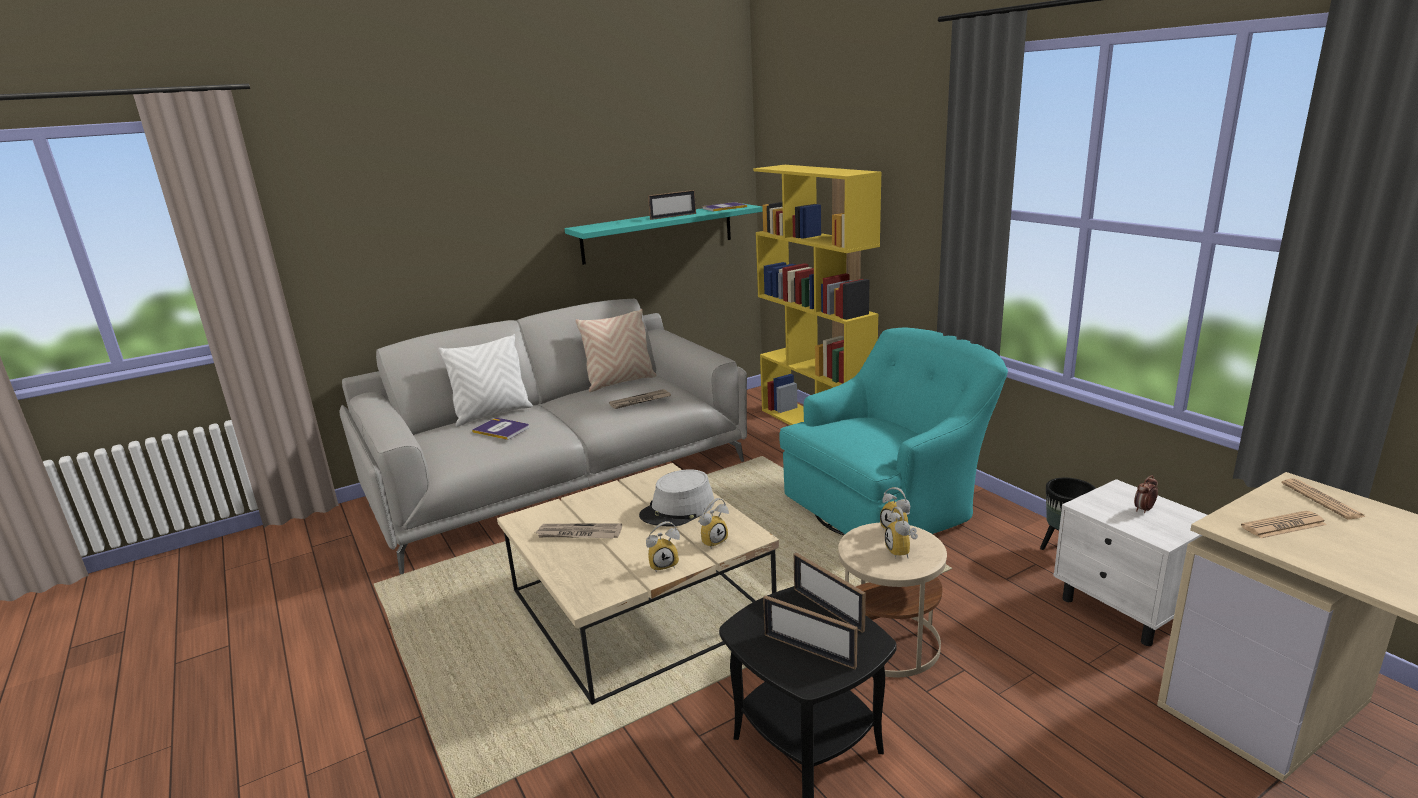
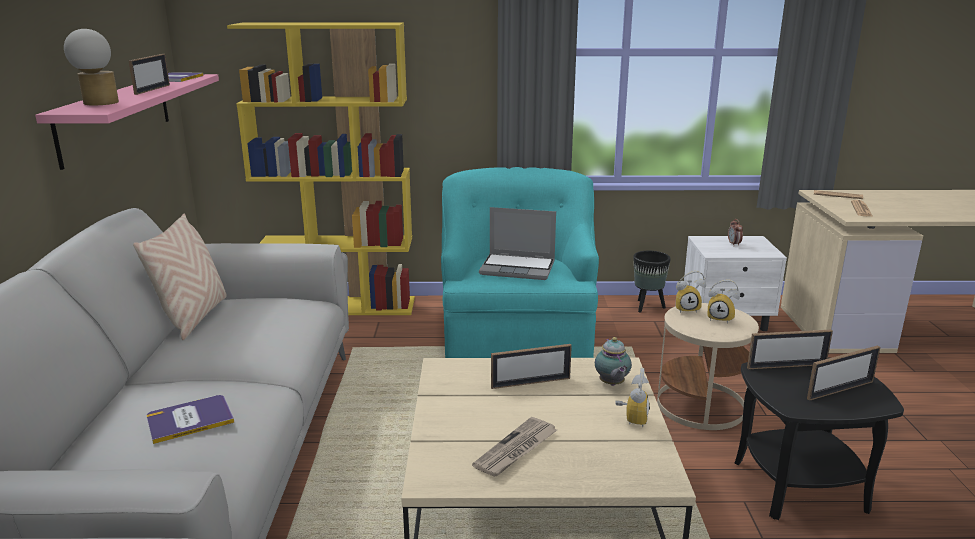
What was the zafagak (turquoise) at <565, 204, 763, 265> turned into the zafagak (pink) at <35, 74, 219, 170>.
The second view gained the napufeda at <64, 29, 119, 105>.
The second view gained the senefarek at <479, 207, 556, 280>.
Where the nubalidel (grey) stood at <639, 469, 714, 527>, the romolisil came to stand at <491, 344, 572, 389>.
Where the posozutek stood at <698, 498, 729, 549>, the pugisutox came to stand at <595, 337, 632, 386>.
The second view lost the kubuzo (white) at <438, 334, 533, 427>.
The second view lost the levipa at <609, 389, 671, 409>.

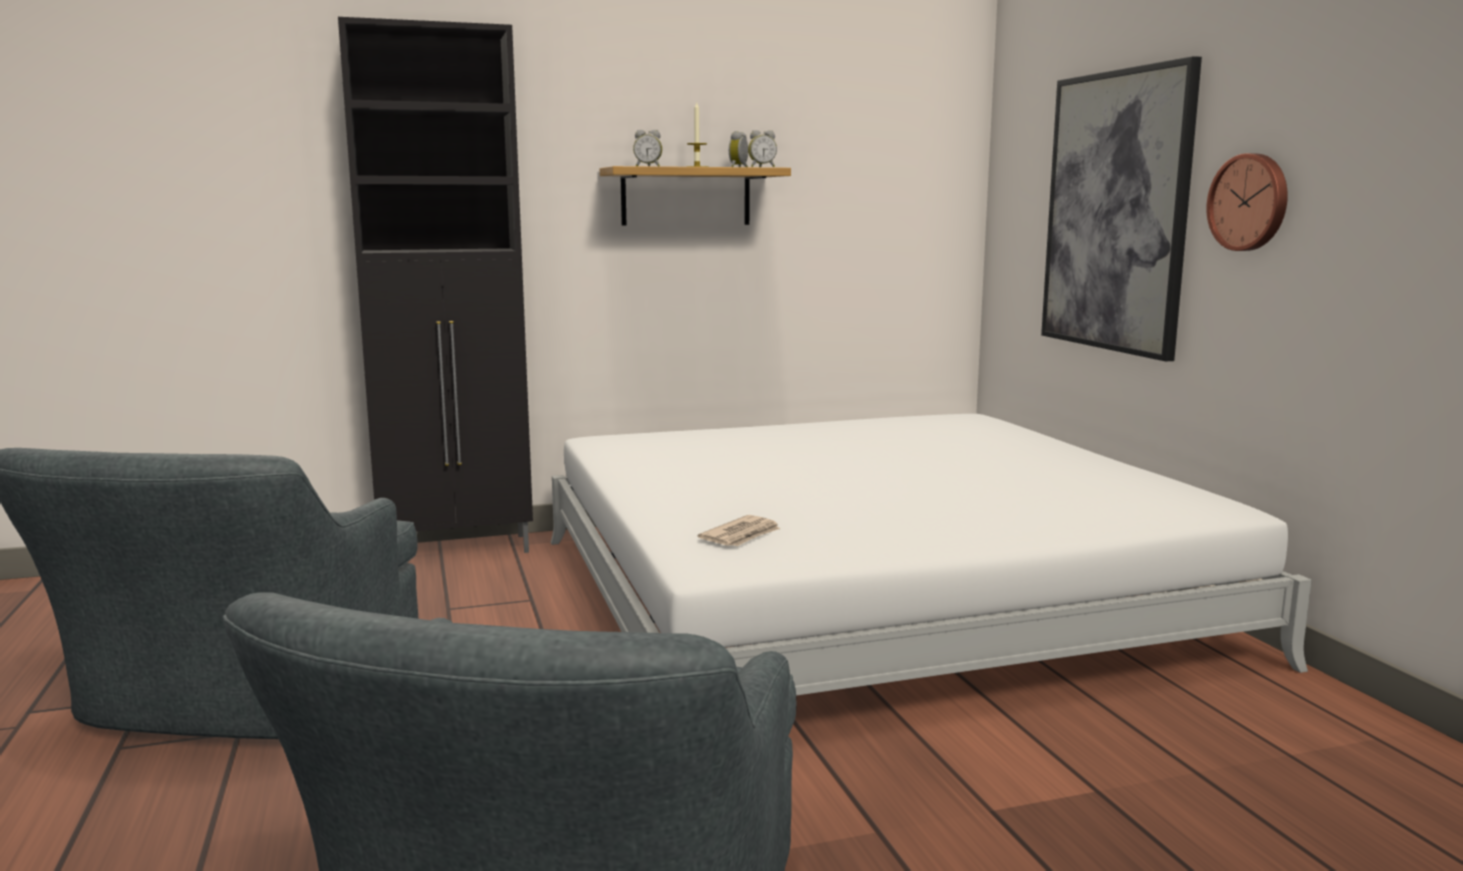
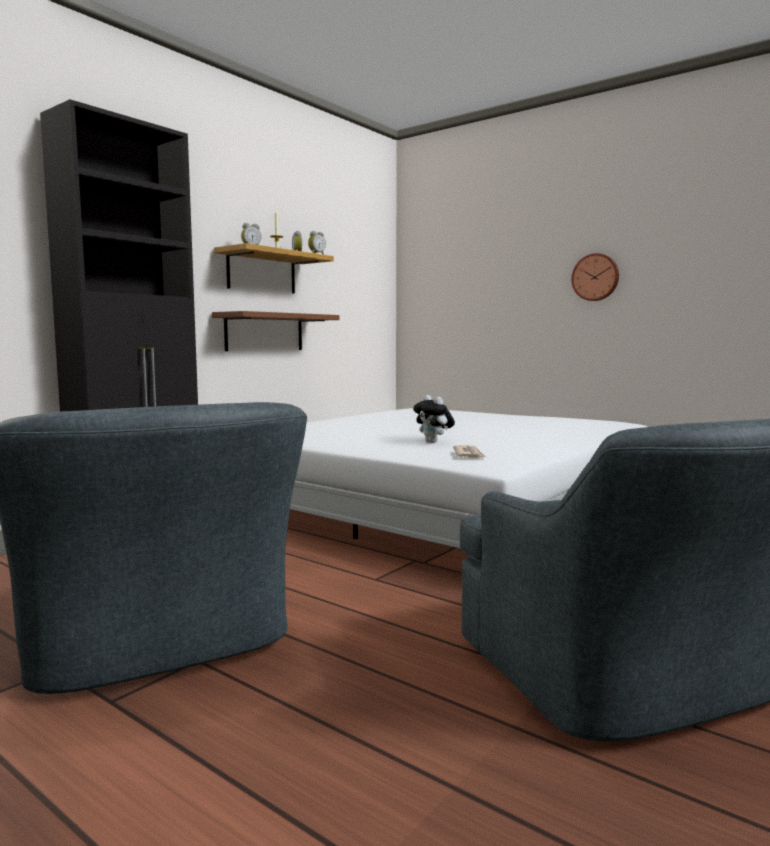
The second view gained the zafagak (brown) at <212, 311, 340, 351>.
The second view gained the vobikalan at <413, 395, 455, 443>.
The second view lost the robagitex at <1041, 56, 1202, 361>.

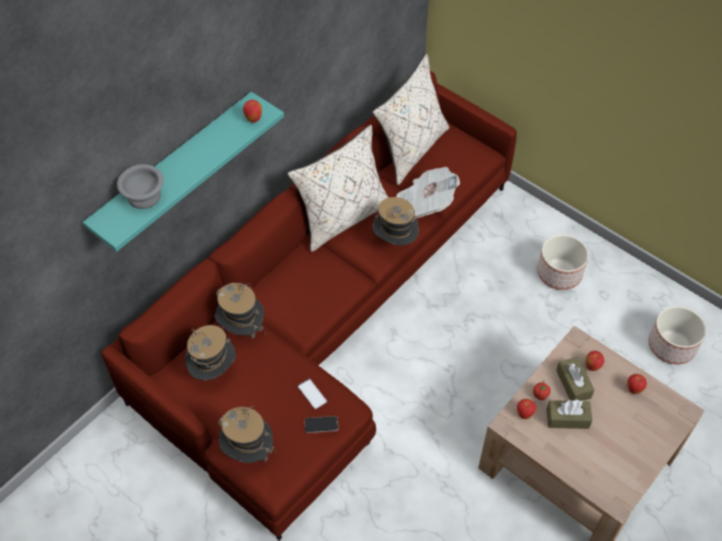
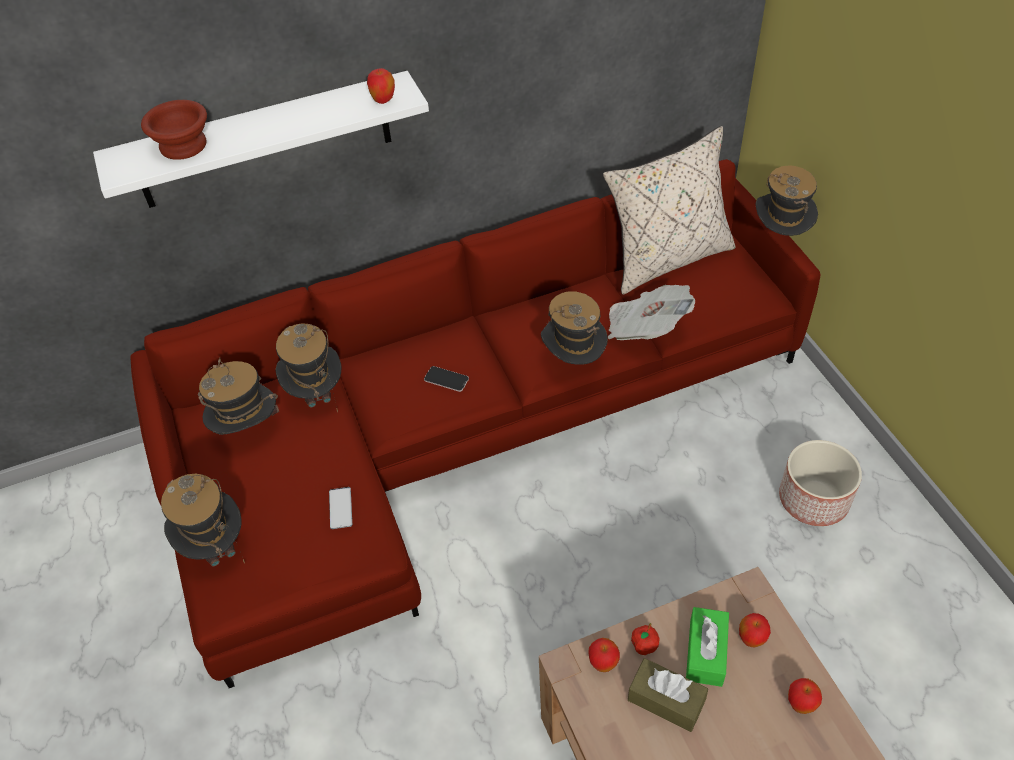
What was the zafagak (turquoise) at <83, 92, 284, 252> turned into the zafagak (white) at <93, 71, 429, 208>.
What was the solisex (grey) at <117, 164, 164, 209> turned into the solisex (brown) at <141, 100, 207, 160>.
The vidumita ended up elsewhere, having gone from <305, 416, 338, 433> to <424, 366, 469, 392>.
What was the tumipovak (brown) at <556, 357, 594, 401> turned into the tumipovak (green) at <686, 607, 729, 687>.
The second view gained the nubalidel at <755, 165, 818, 236>.
The second view lost the kubuzo (beige) at <287, 125, 389, 252>.
The second view lost the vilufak at <649, 306, 706, 365>.

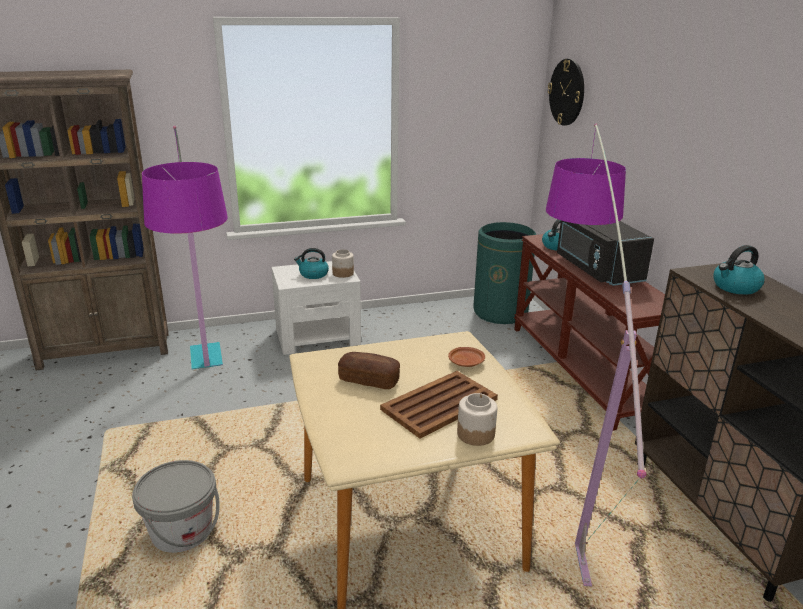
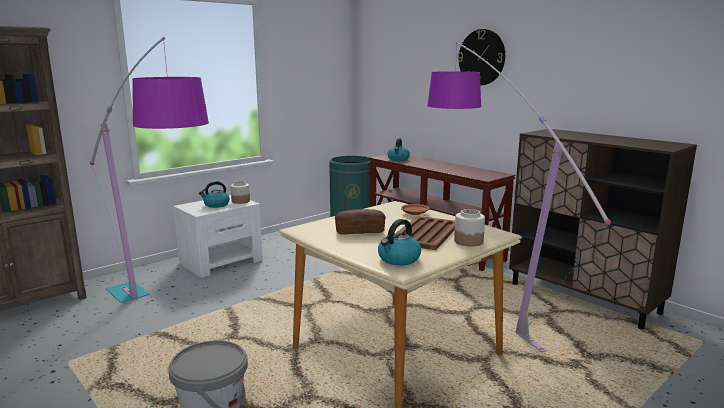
The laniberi ended up elsewhere, having gone from <713, 245, 765, 295> to <378, 219, 421, 265>.
The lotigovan ended up elsewhere, having gone from <548, 59, 584, 126> to <458, 29, 505, 86>.
The second view lost the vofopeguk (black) at <557, 220, 654, 286>.

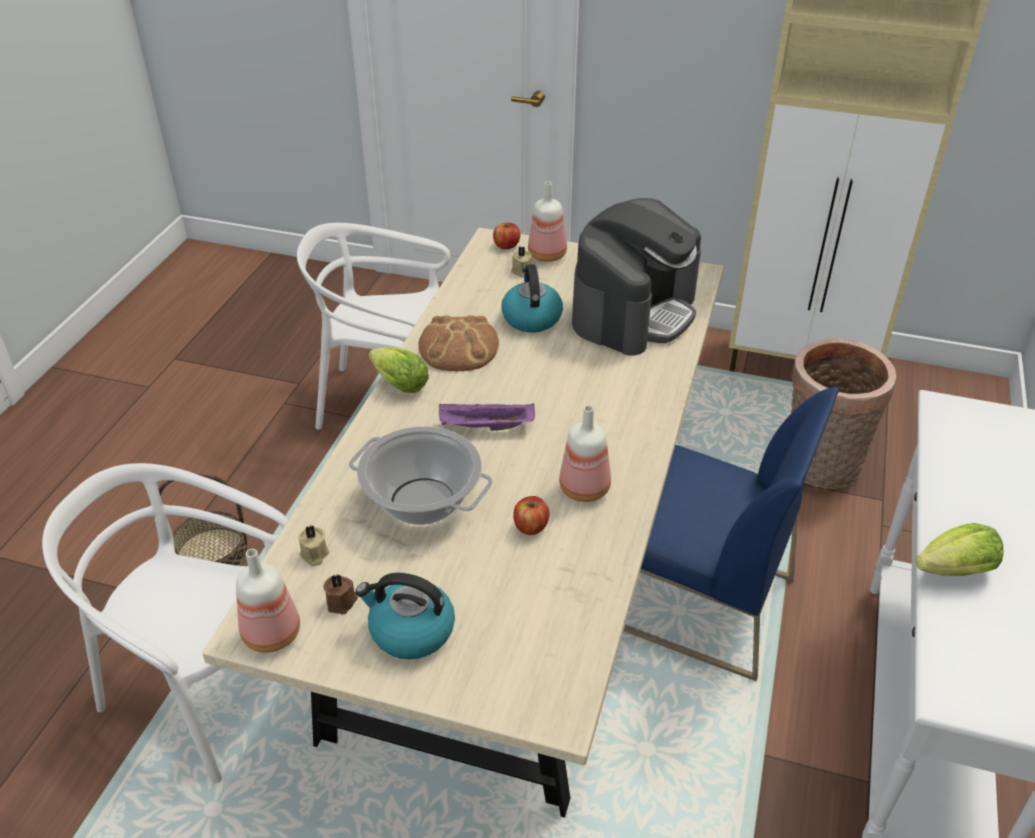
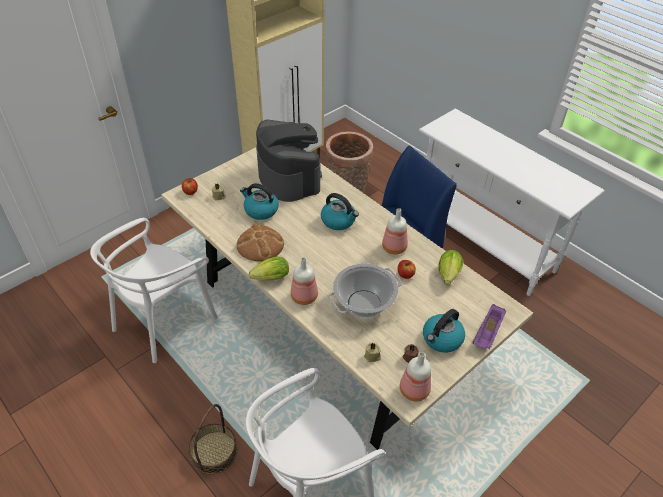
The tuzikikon ended up elsewhere, having gone from <528, 182, 567, 262> to <291, 257, 318, 305>.
The second view gained the laniberi at <321, 193, 359, 230>.
The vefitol ended up elsewhere, having gone from <915, 523, 1004, 576> to <438, 250, 463, 285>.
The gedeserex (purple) ended up elsewhere, having gone from <439, 403, 535, 431> to <472, 304, 506, 349>.

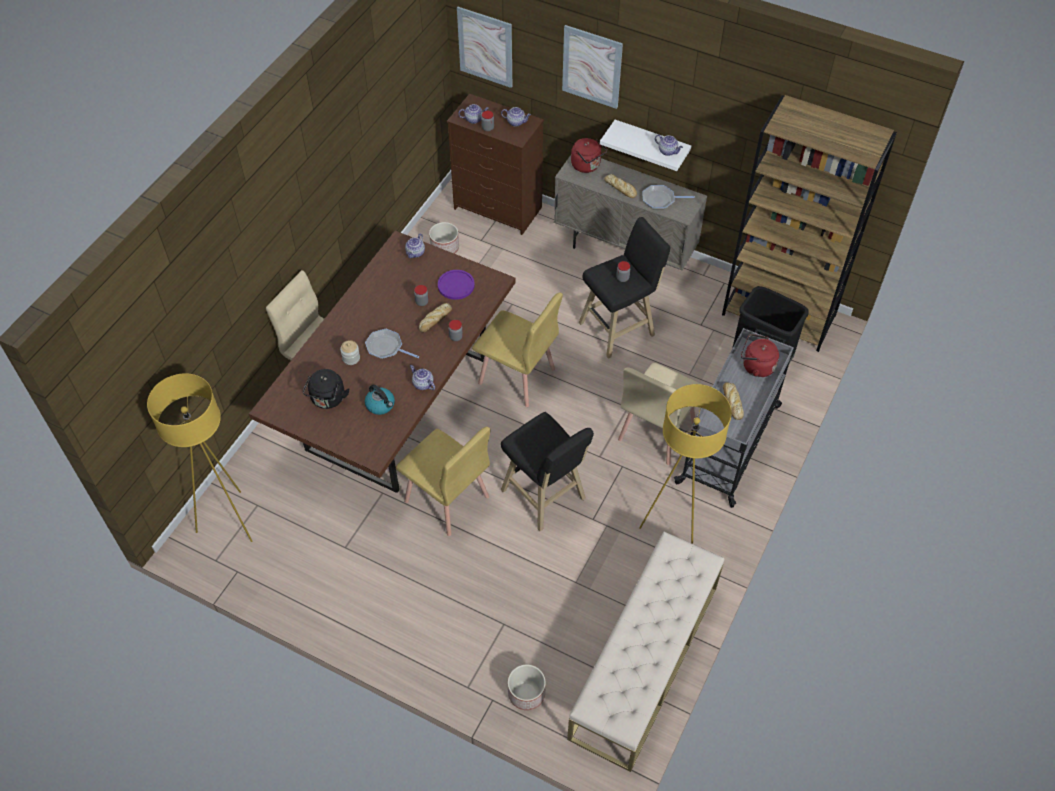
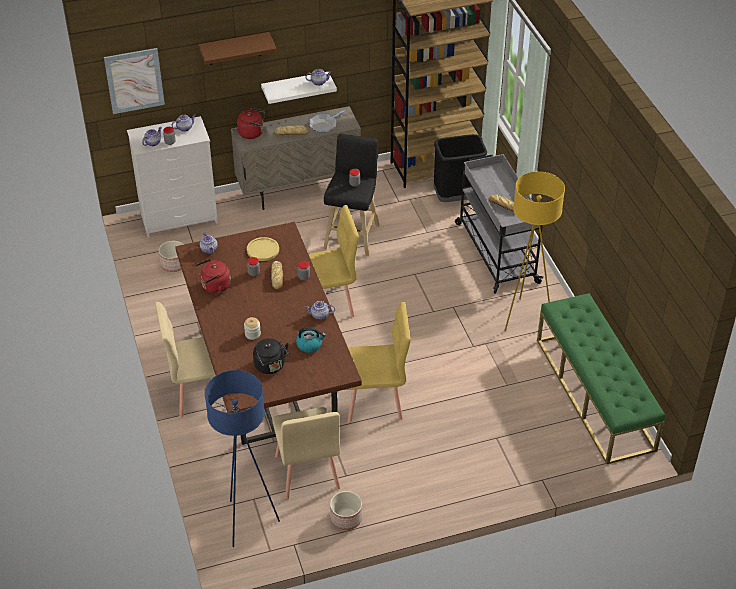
What was the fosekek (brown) at <447, 94, 544, 235> turned into the fosekek (white) at <127, 116, 218, 238>.
The laniberi (red) ended up elsewhere, having gone from <741, 334, 779, 377> to <196, 259, 231, 294>.
Where the robagitex hung at <562, 25, 623, 109>, the zafagak (brown) came to hang at <198, 32, 277, 65>.
What was the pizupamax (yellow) at <147, 373, 252, 542> turned into the pizupamax (blue) at <205, 370, 280, 547>.
What was the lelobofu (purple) at <438, 270, 475, 300> turned into the lelobofu (yellow) at <247, 237, 279, 261>.
The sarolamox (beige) ended up elsewhere, having gone from <618, 363, 700, 465> to <272, 407, 340, 499>.
The vilufak ended up elsewhere, having gone from <508, 665, 546, 710> to <330, 491, 362, 530>.
What was the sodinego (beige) at <567, 532, 724, 772> turned into the sodinego (green) at <537, 293, 665, 464>.
The second view lost the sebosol at <365, 329, 419, 359>.
The second view lost the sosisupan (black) at <501, 412, 594, 532>.

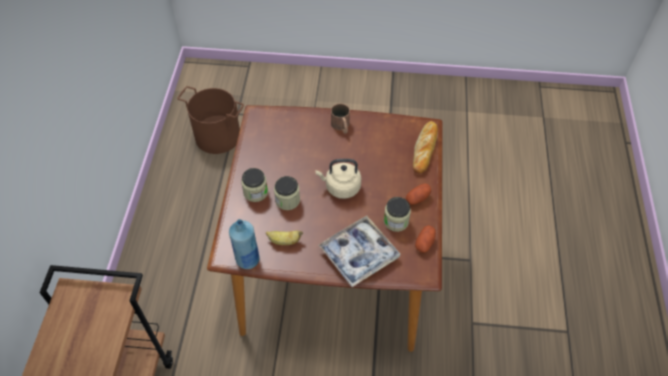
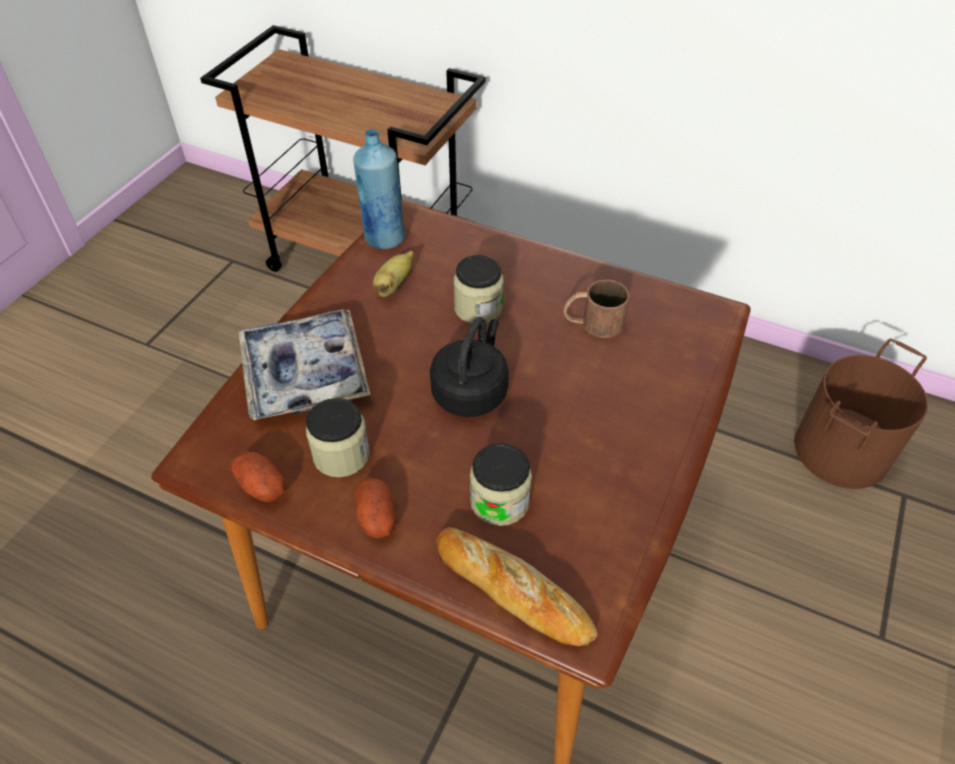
What was the laniberi (beige) at <315, 159, 361, 199> turned into the laniberi (black) at <430, 317, 509, 417>.
The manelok ended up elsewhere, having gone from <241, 168, 268, 202> to <470, 443, 532, 526>.
The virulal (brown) ended up elsewhere, having gone from <331, 104, 350, 134> to <563, 280, 629, 338>.

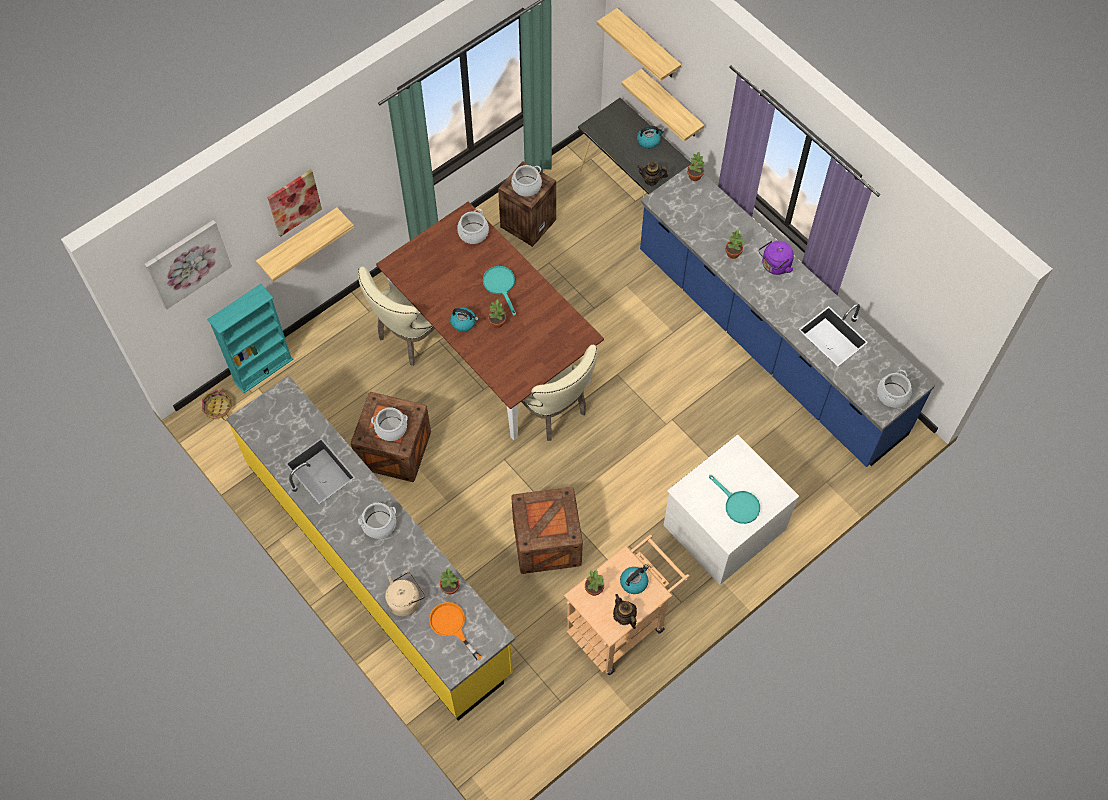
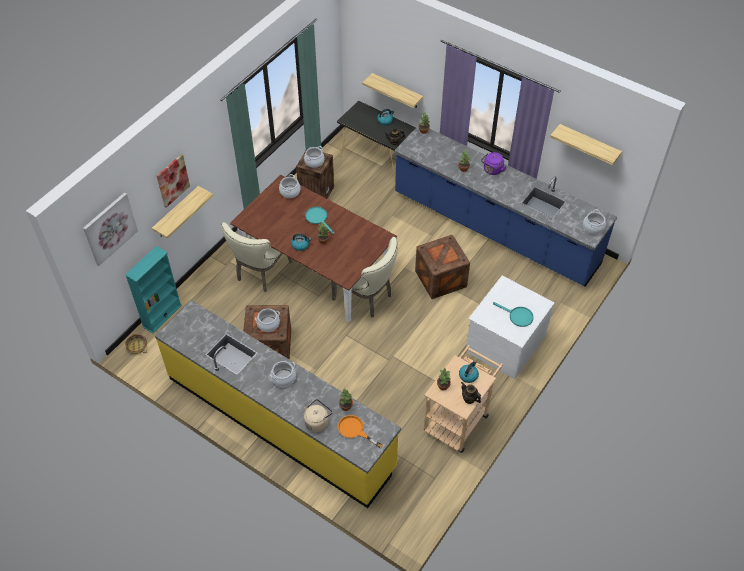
The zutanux ended up elsewhere, having gone from <511, 487, 583, 574> to <415, 235, 470, 299>.
The zafagak ended up elsewhere, having gone from <597, 8, 681, 81> to <550, 124, 622, 165>.

